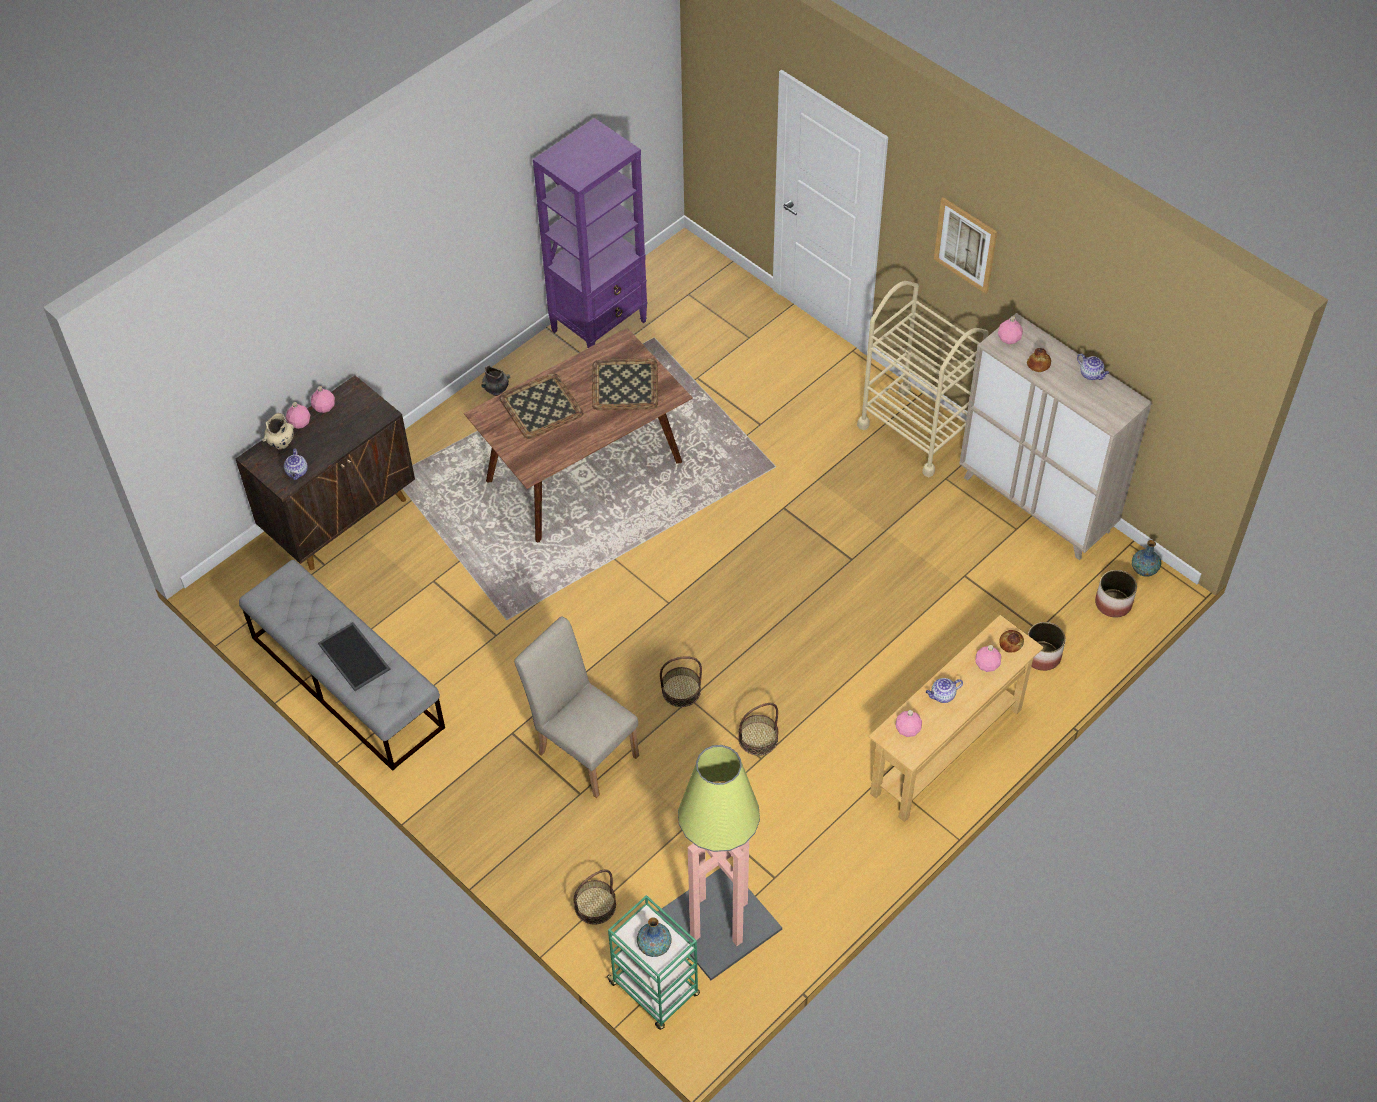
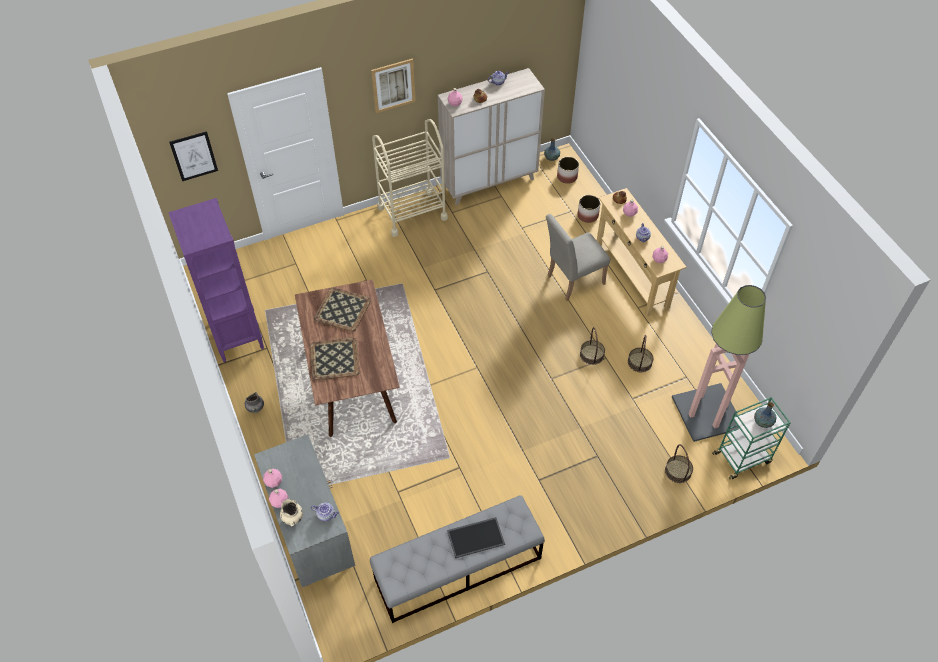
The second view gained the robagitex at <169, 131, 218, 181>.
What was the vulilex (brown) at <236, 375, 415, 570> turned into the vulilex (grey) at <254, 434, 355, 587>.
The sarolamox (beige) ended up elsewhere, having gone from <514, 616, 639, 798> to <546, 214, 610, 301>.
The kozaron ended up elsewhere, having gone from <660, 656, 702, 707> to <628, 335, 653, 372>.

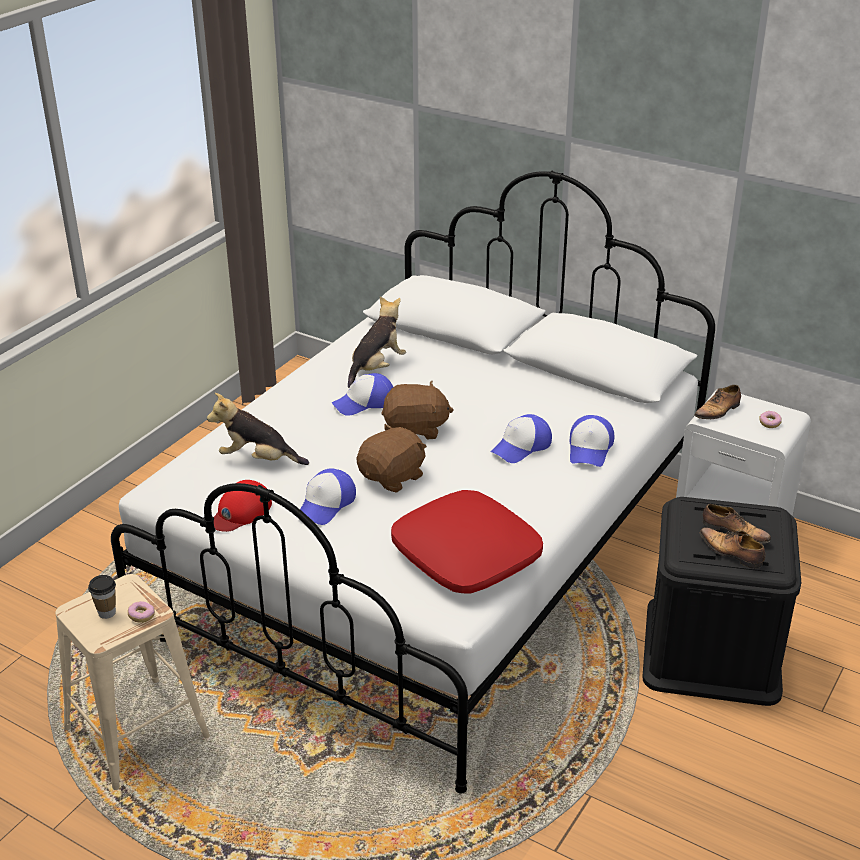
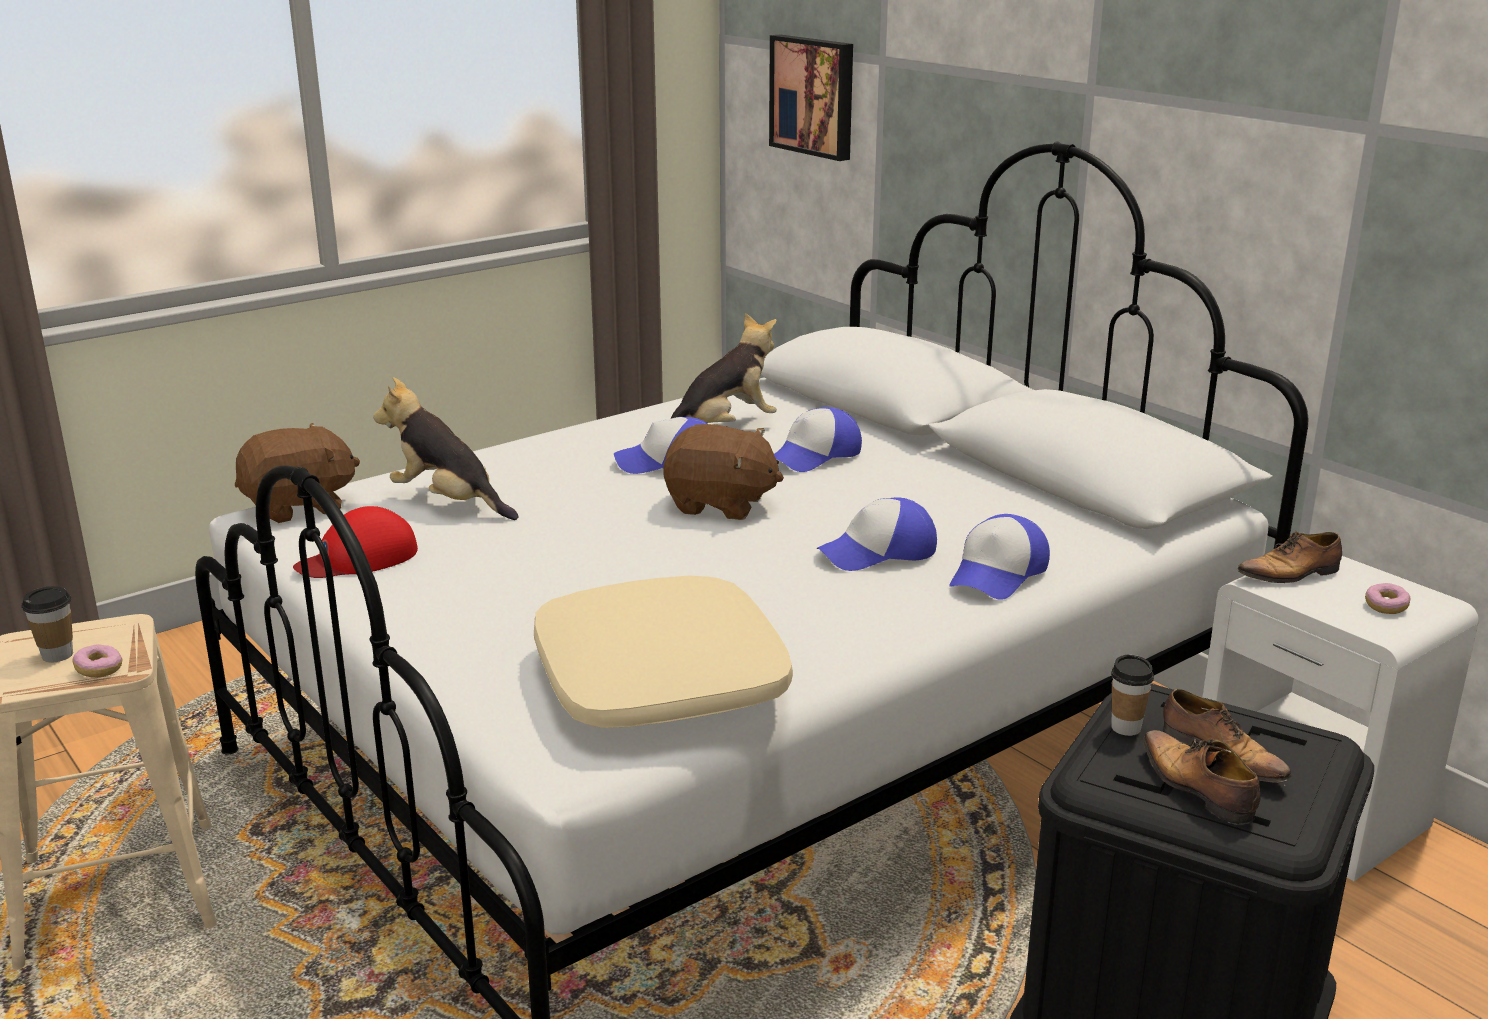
The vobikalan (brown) ended up elsewhere, having gone from <356, 424, 427, 493> to <235, 423, 360, 523>.
What was the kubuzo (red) at <391, 490, 543, 593> turned into the kubuzo (beige) at <534, 576, 793, 728>.
The second view gained the robagitex at <769, 34, 853, 161>.
The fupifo ended up elsewhere, having gone from <300, 468, 356, 525> to <774, 407, 862, 472>.
The second view gained the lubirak at <1111, 655, 1154, 736>.

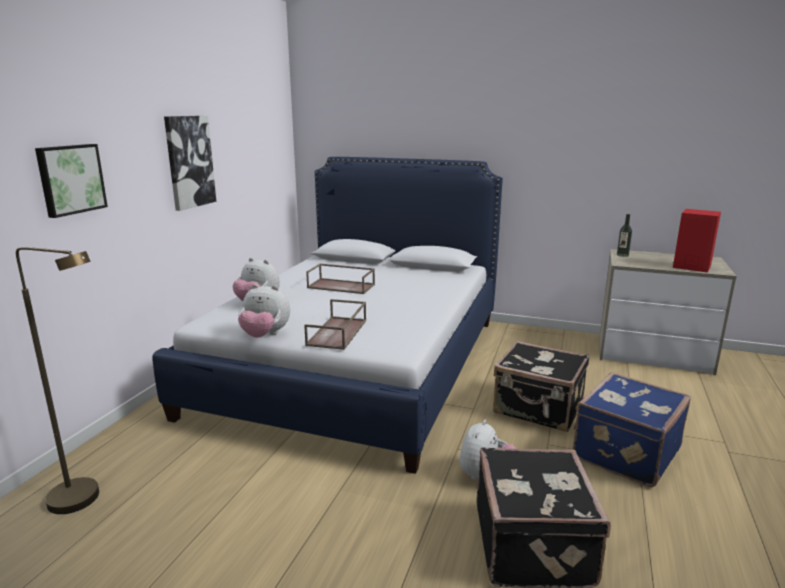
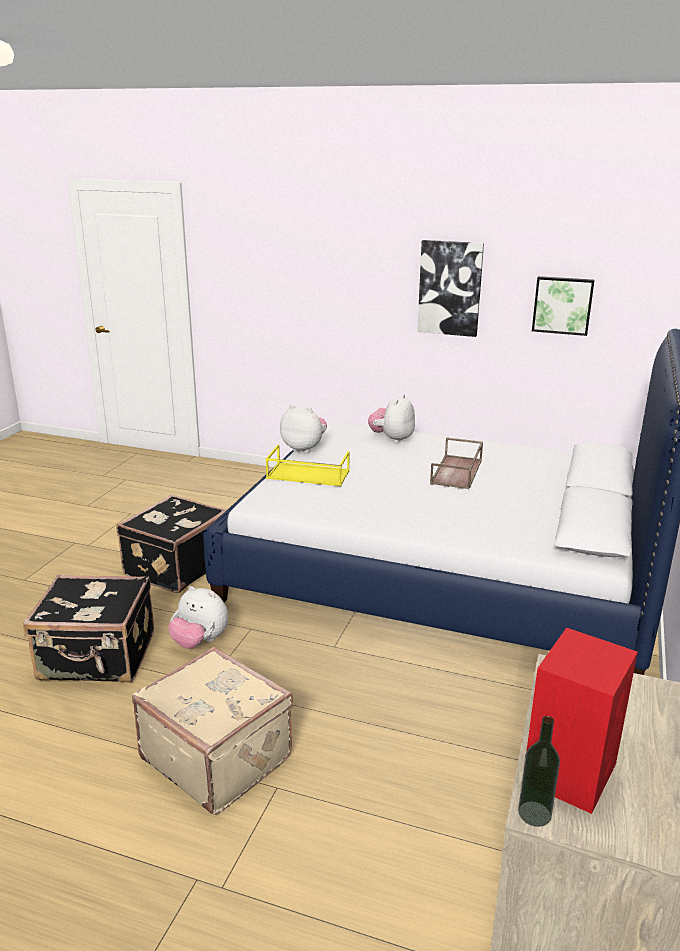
The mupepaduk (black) ended up elsewhere, having gone from <493, 341, 589, 432> to <116, 494, 227, 593>.
What was the mupepaduk (blue) at <573, 372, 691, 487> turned into the mupepaduk (beige) at <132, 647, 293, 815>.
What was the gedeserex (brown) at <304, 299, 366, 350> turned into the gedeserex (yellow) at <265, 445, 350, 486>.
The vobikalan at <238, 284, 290, 338> ended up facing another way, 105 degrees clockwise from before.
The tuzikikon ended up elsewhere, having gone from <617, 214, 632, 257> to <518, 716, 560, 827>.
The robagitex ended up elsewhere, having gone from <35, 144, 108, 218> to <532, 276, 595, 336>.
The second view lost the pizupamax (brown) at <16, 247, 99, 514>.

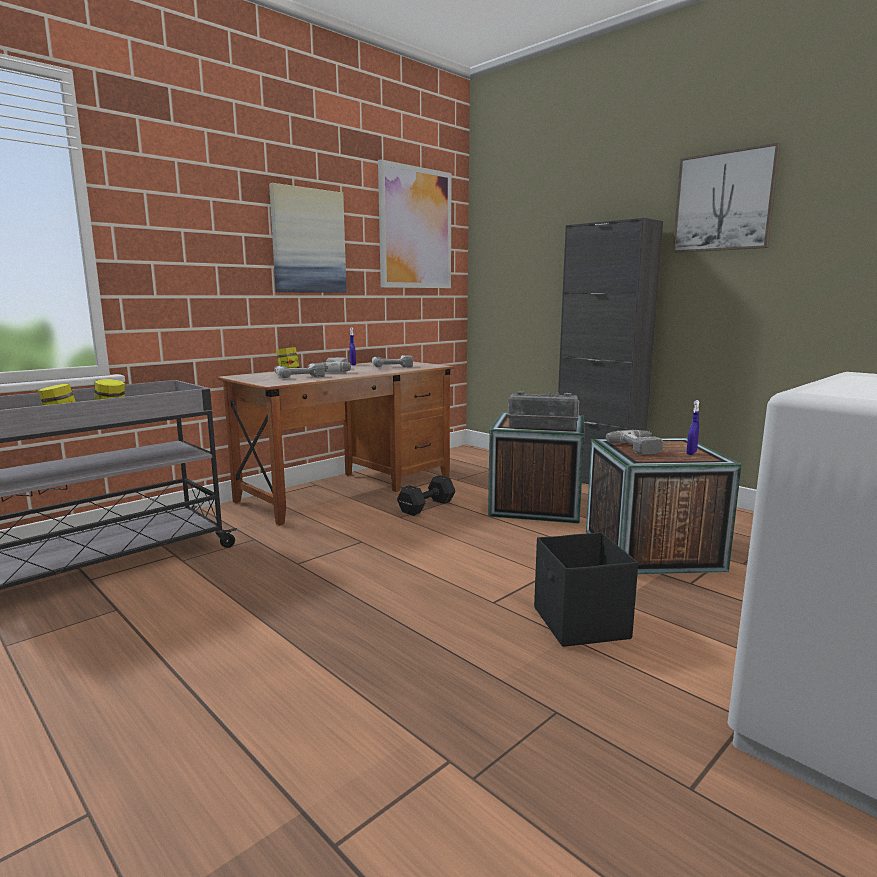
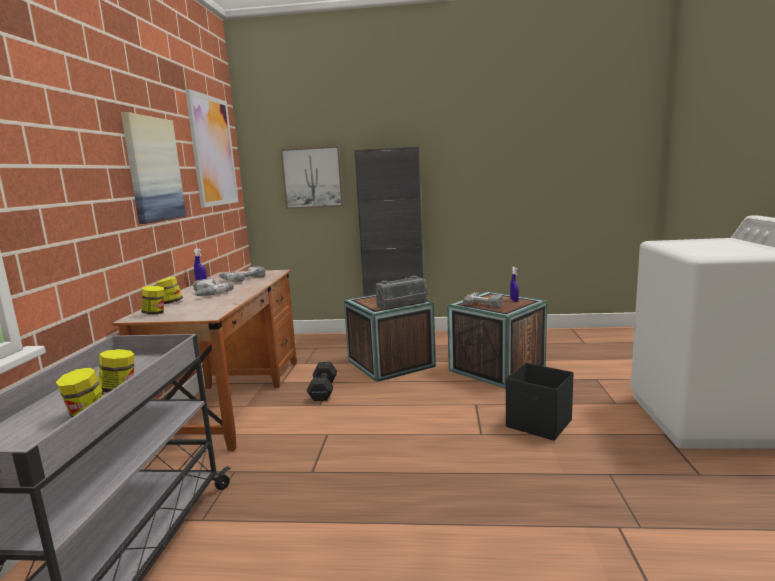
The second view gained the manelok at <142, 286, 164, 315>.
The robagitex ended up elsewhere, having gone from <672, 143, 781, 253> to <281, 146, 343, 209>.
The second view lost the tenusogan at <274, 363, 325, 378>.

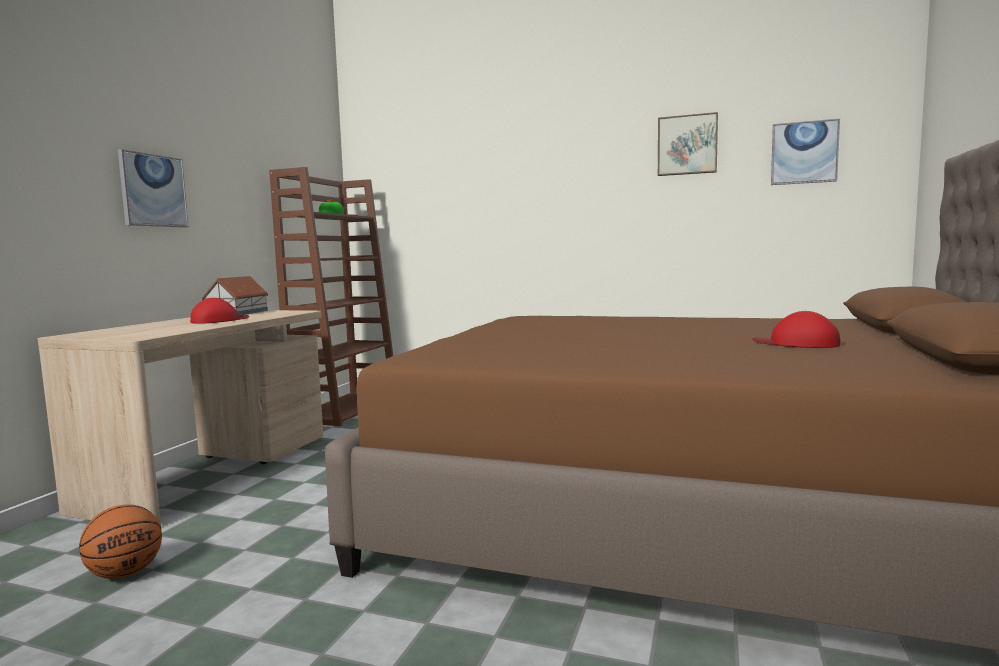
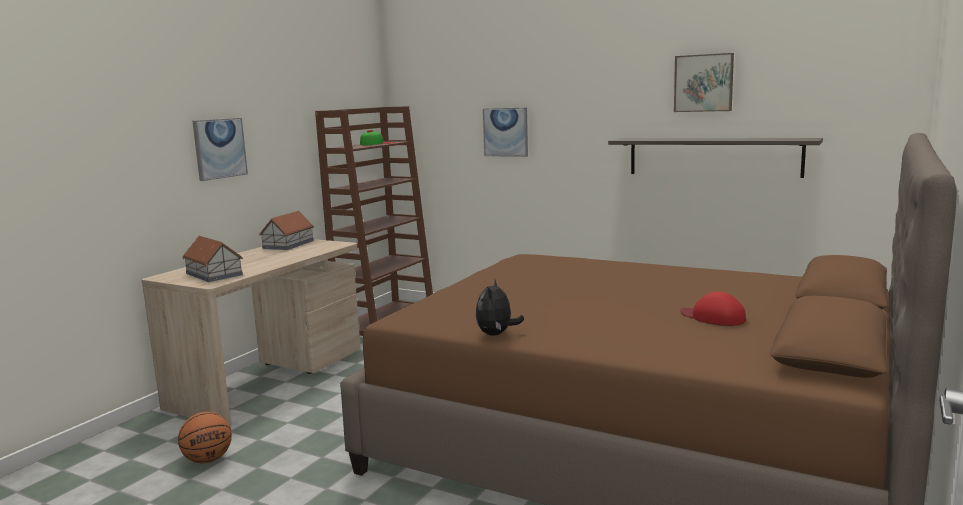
The second view gained the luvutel at <182, 236, 243, 282>.
The second view gained the vobikalan at <476, 278, 524, 336>.
The robagitex ended up elsewhere, having gone from <771, 119, 840, 185> to <483, 107, 528, 157>.
The second view gained the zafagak at <608, 138, 823, 178>.
The second view lost the fupifo (red) at <190, 298, 249, 324>.

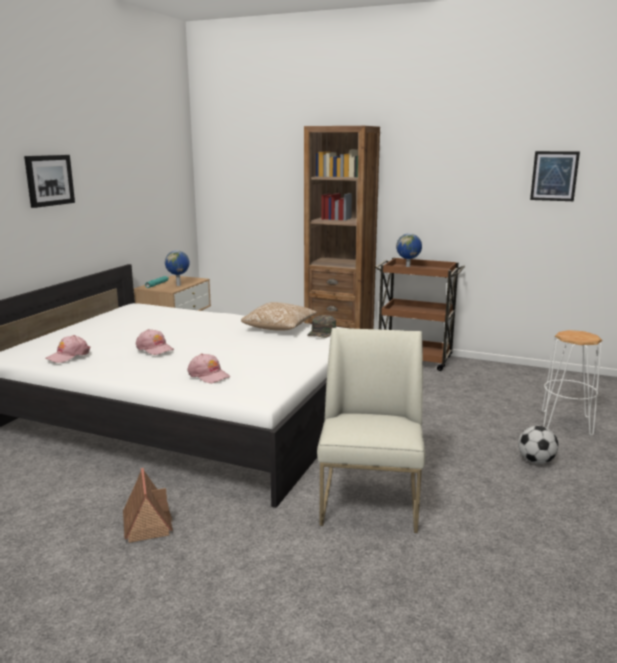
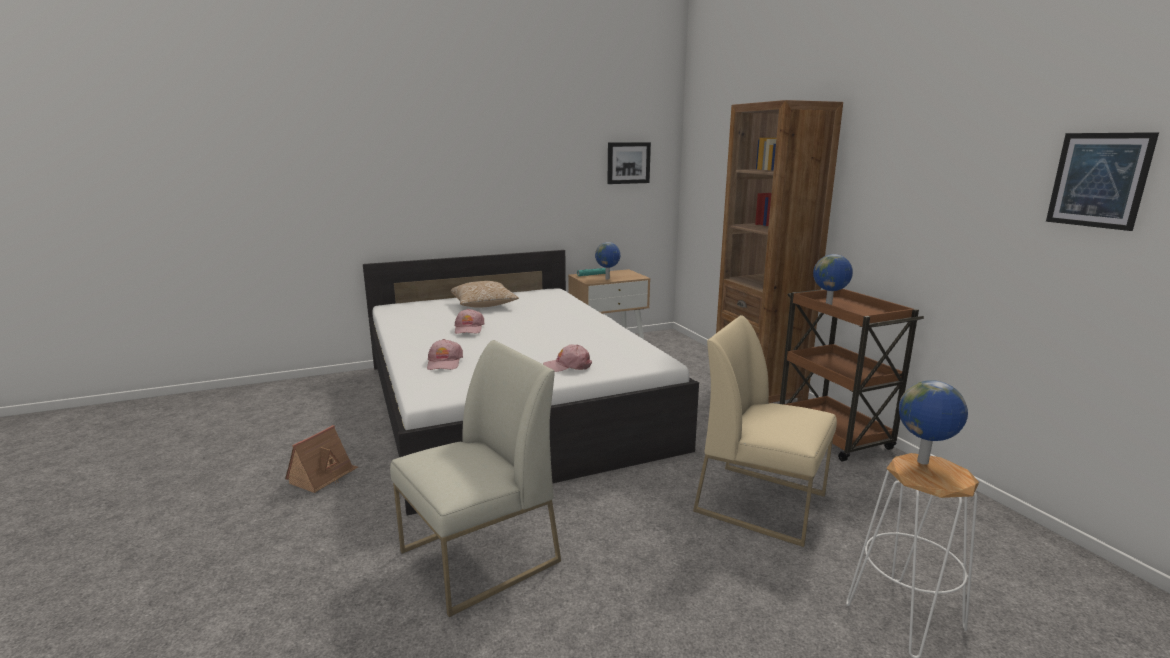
The kubuzo ended up elsewhere, having gone from <241, 302, 317, 331> to <450, 281, 519, 308>.
The fupifo (pink) ended up elsewhere, having gone from <46, 335, 90, 363> to <543, 345, 592, 372>.
The robagitex ended up elsewhere, having gone from <24, 155, 75, 208> to <607, 142, 651, 184>.
The second view gained the sarolamox (beige) at <693, 315, 837, 547>.
The second view gained the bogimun at <899, 380, 968, 465>.
The second view lost the fupifo (green) at <307, 315, 336, 338>.
The second view lost the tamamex at <518, 426, 559, 464>.

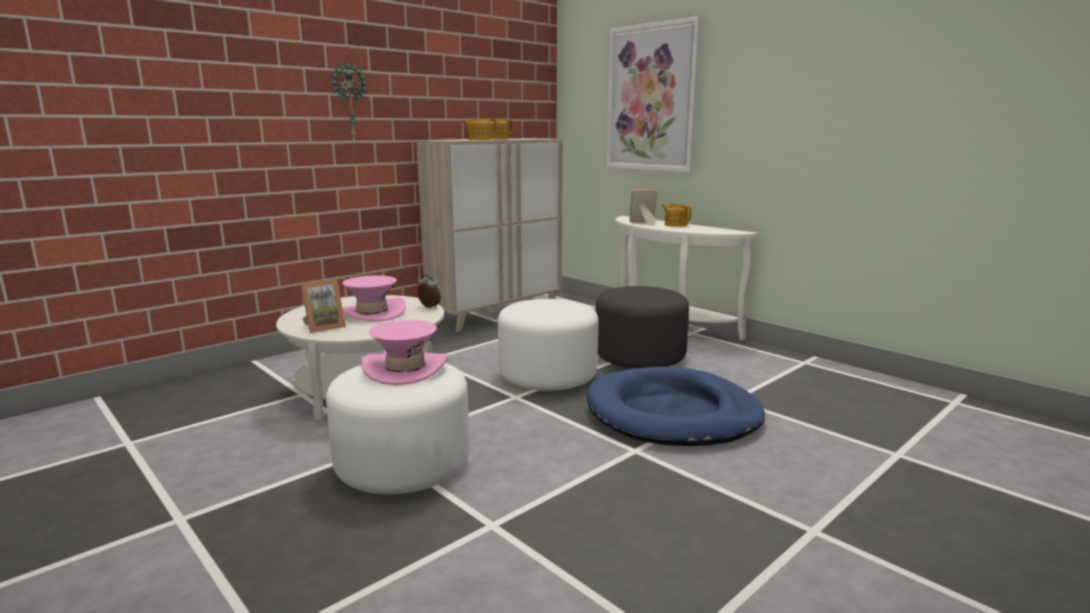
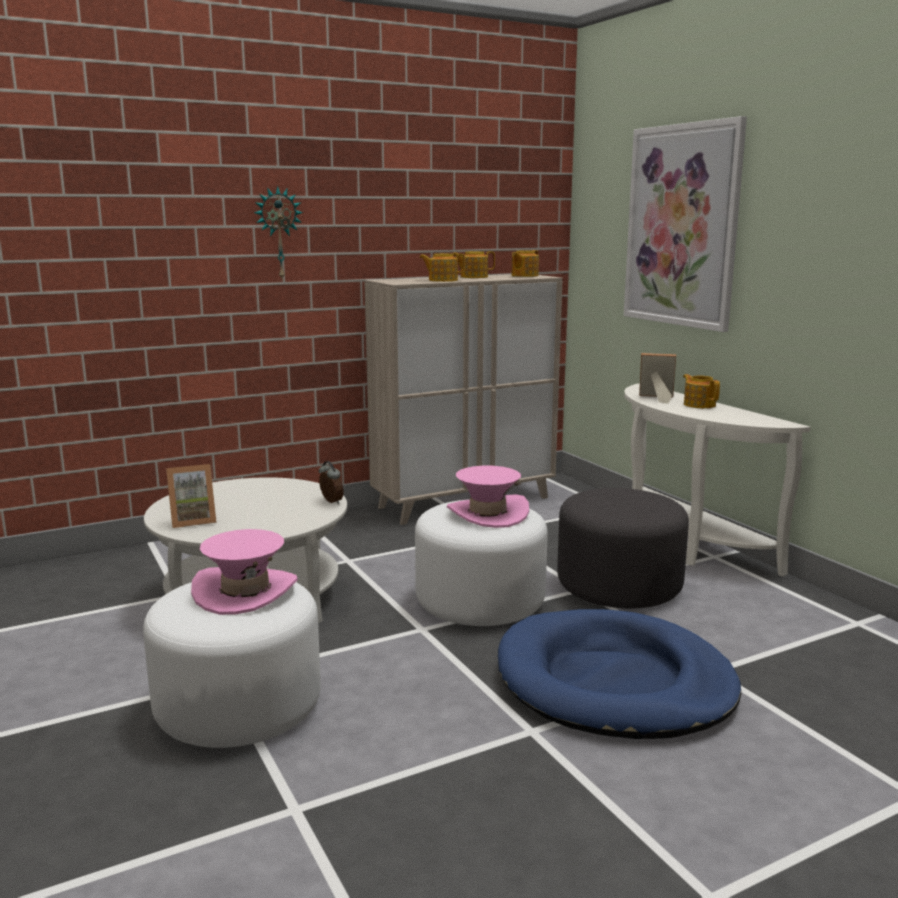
The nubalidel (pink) ended up elsewhere, having gone from <342, 275, 406, 321> to <447, 466, 529, 528>.
The second view gained the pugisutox at <512, 250, 539, 277>.

